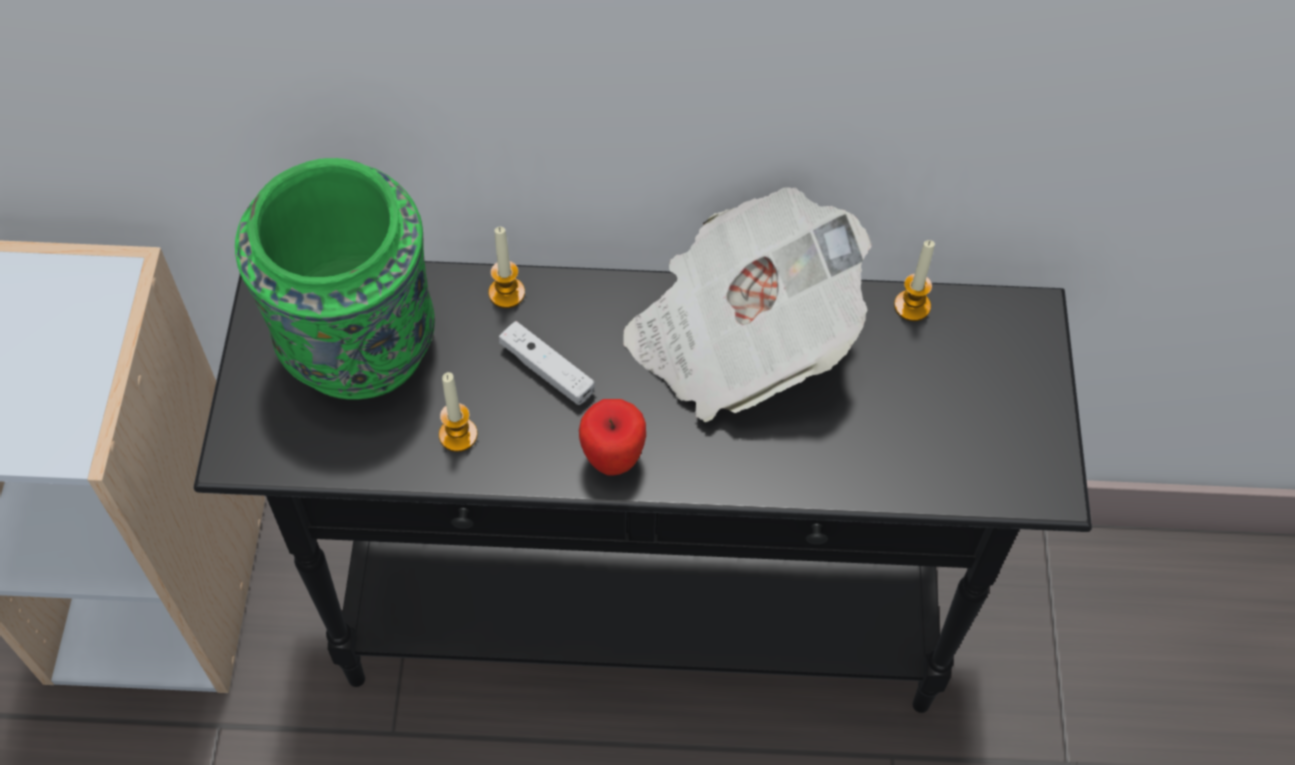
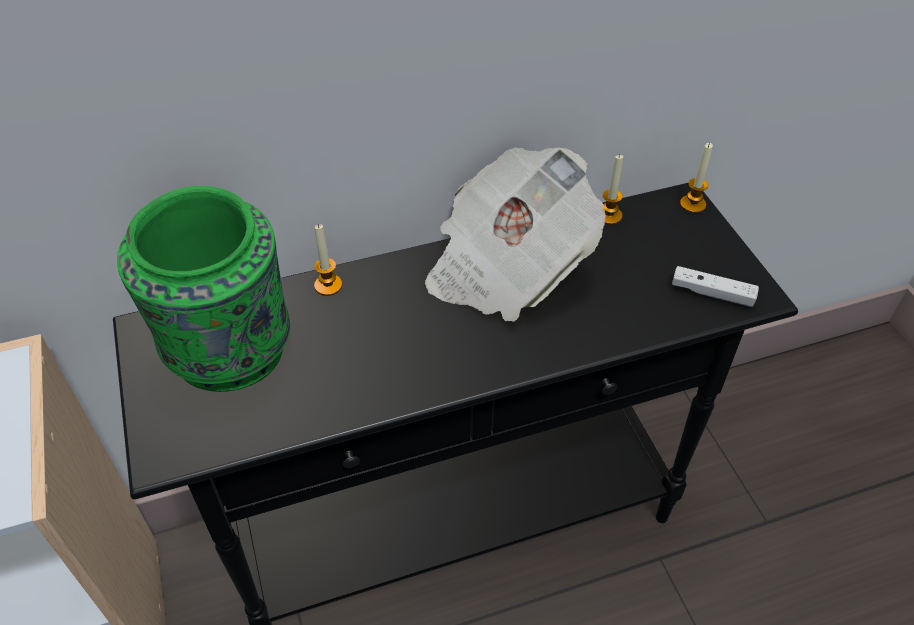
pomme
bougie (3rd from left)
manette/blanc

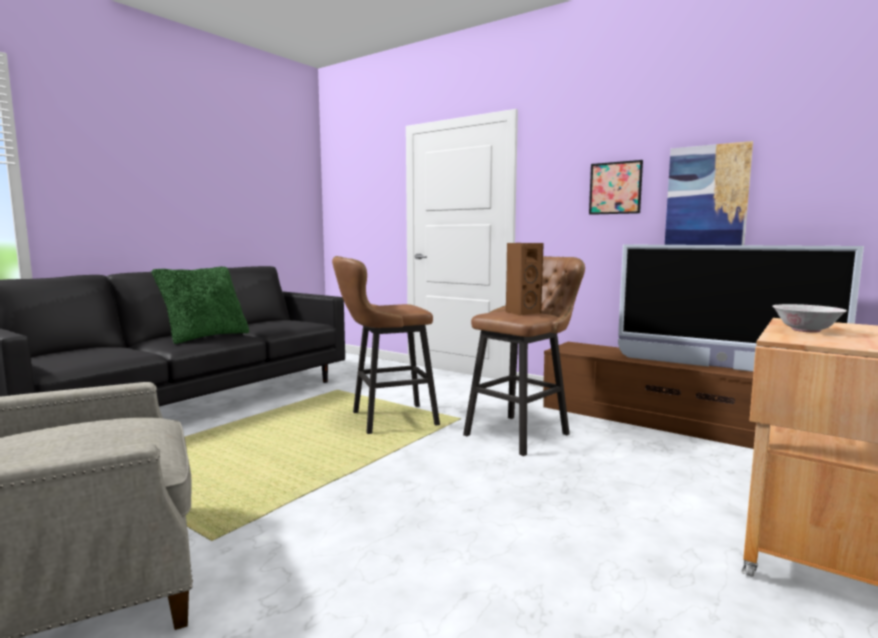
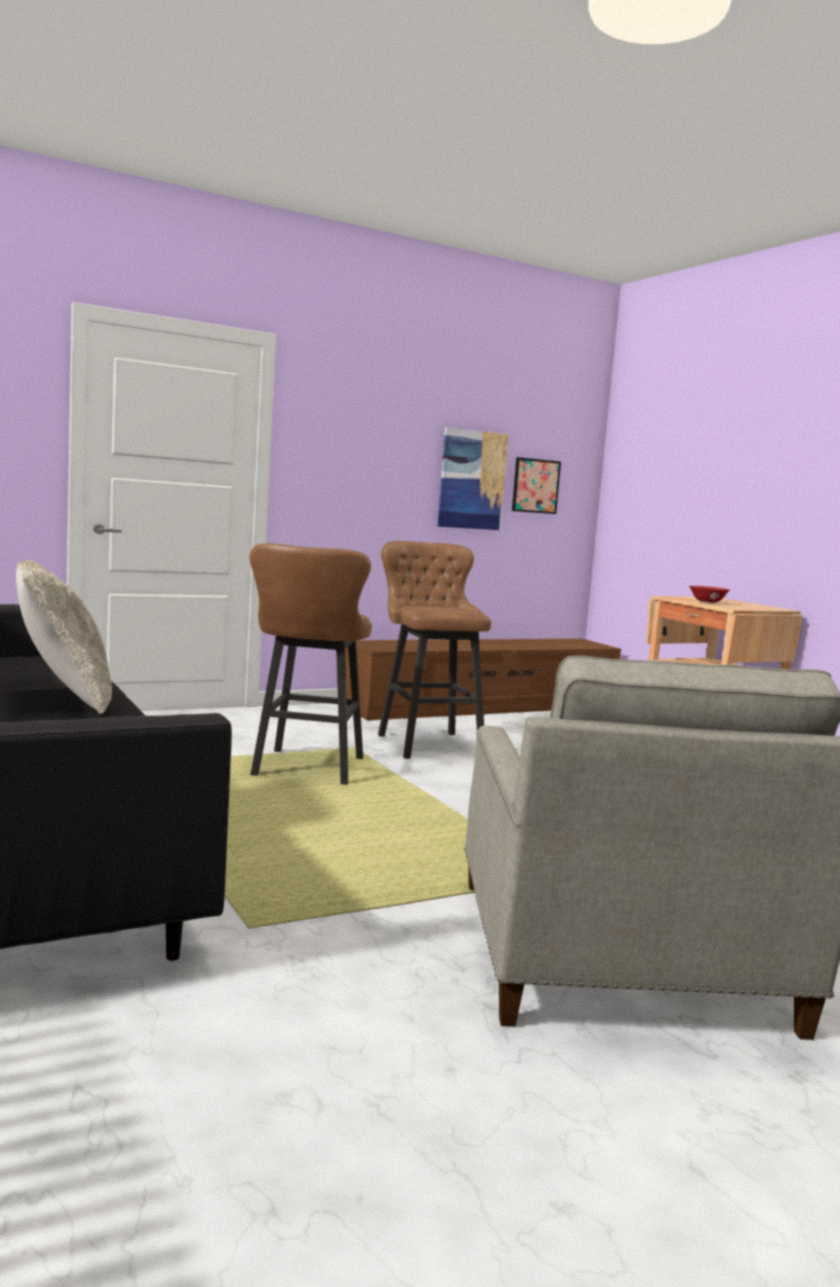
enceinte/marron
téléviseur
tableau (2nd from left)
coussin/beige
bol/rouge

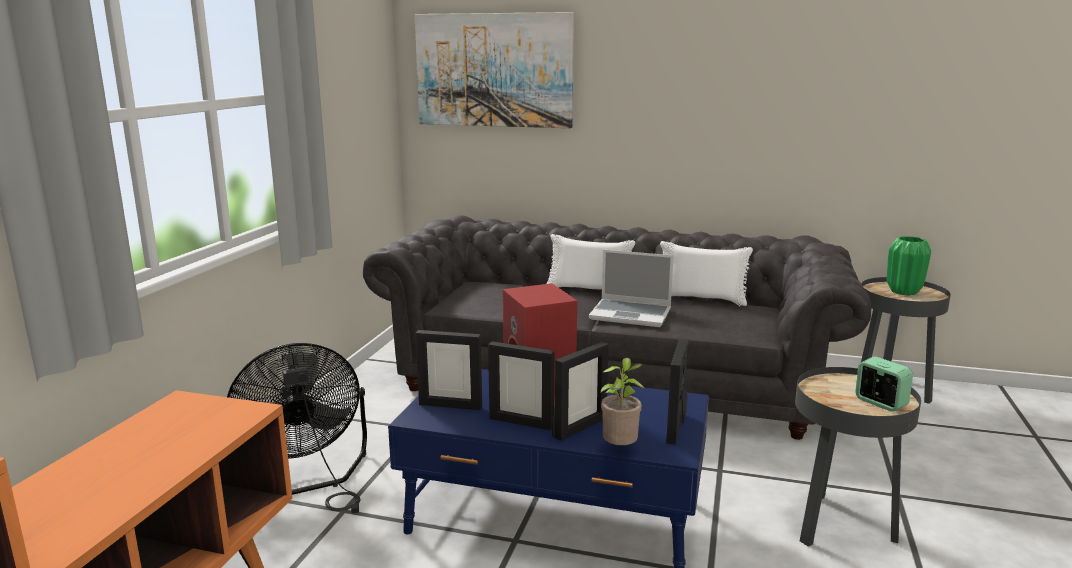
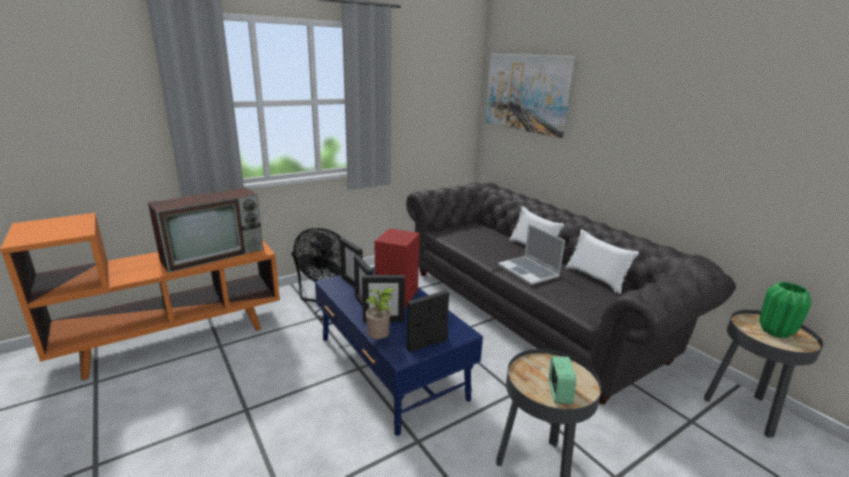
téléviseur

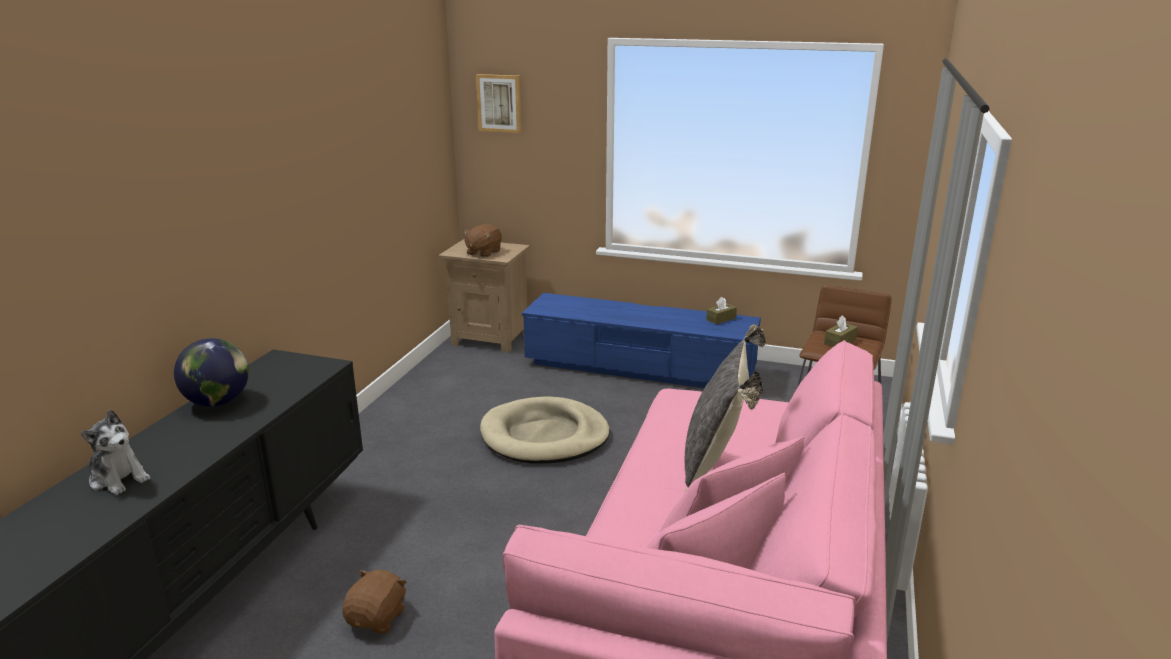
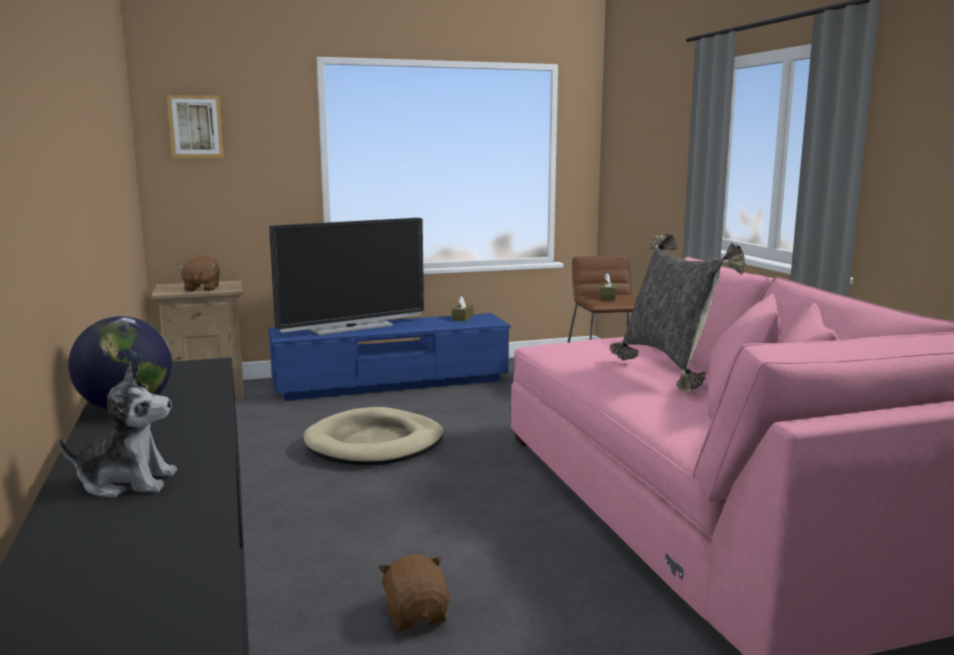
téléviseur

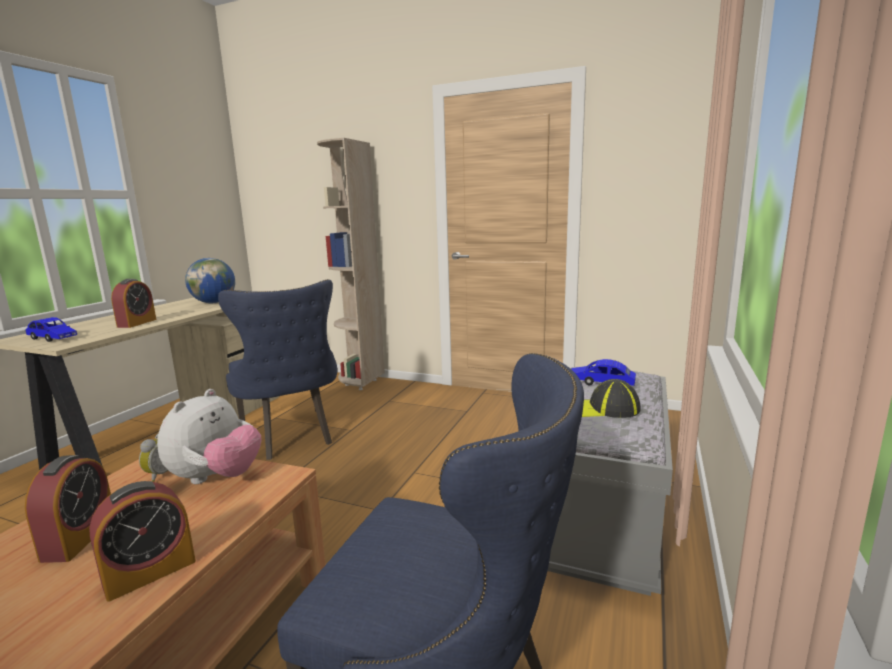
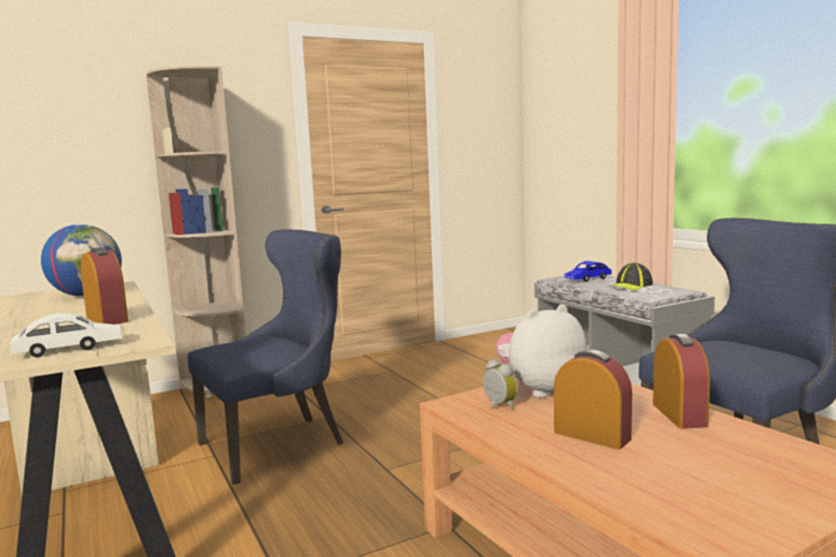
petite voiture/blanc
peluche
chaise/bleu (1st from left)

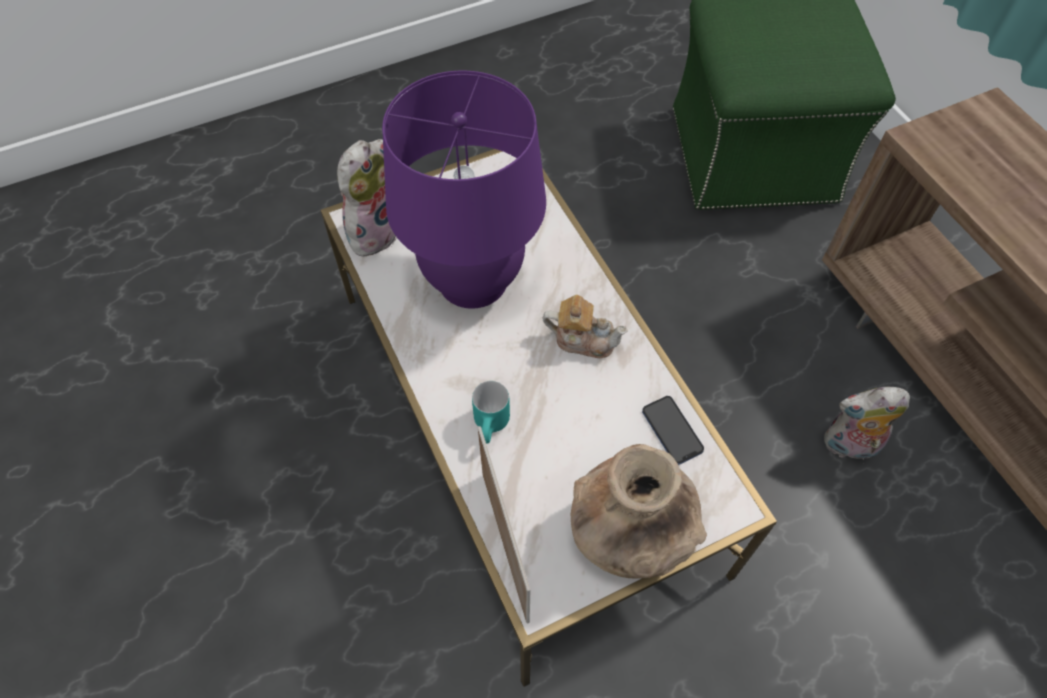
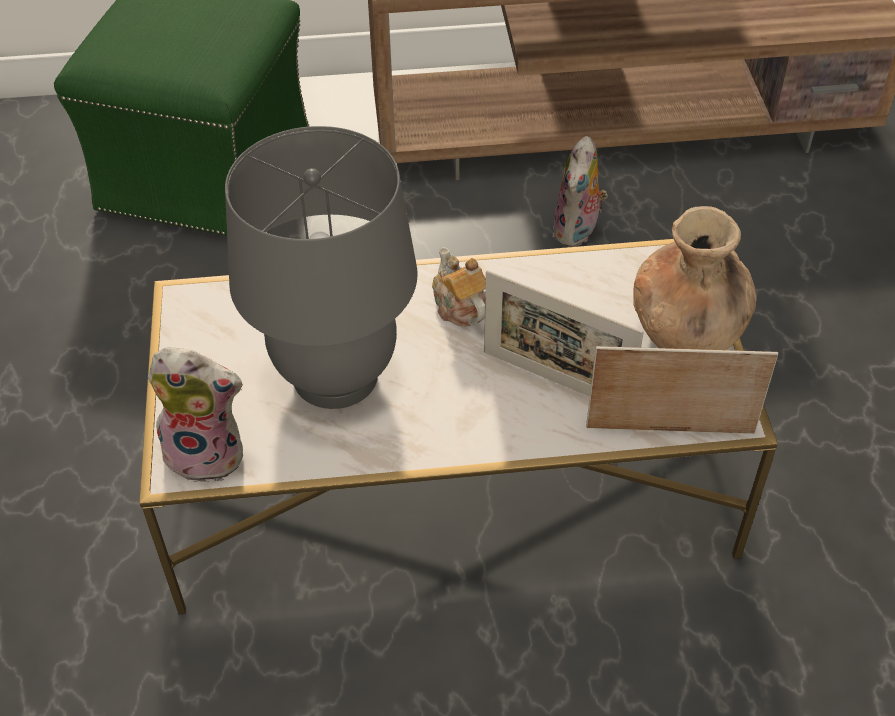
mug/turquoise
téléphone
cadre photo (1st from left)
lampe de table/gris
peluche (1st from left)
théière

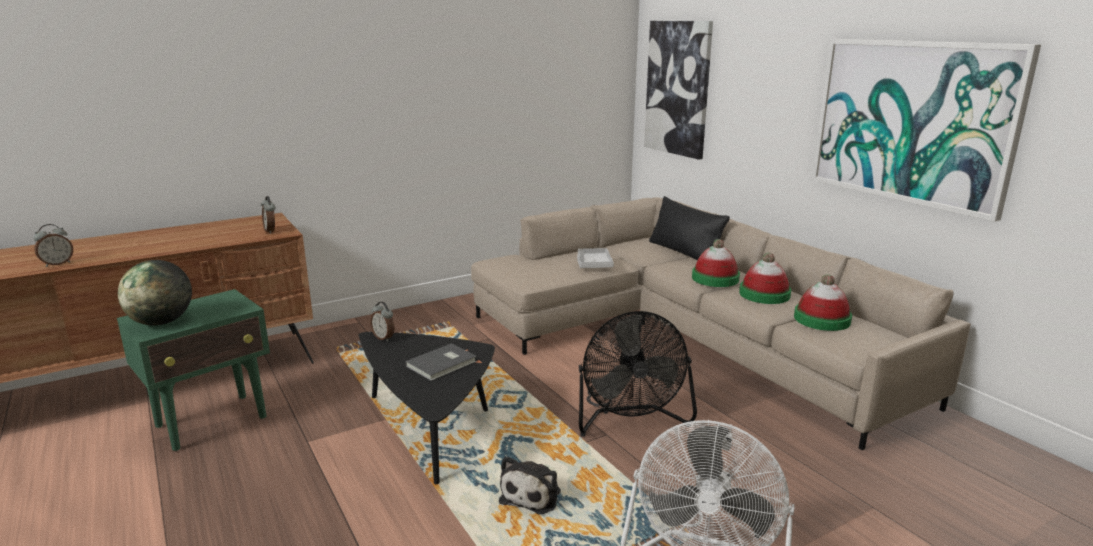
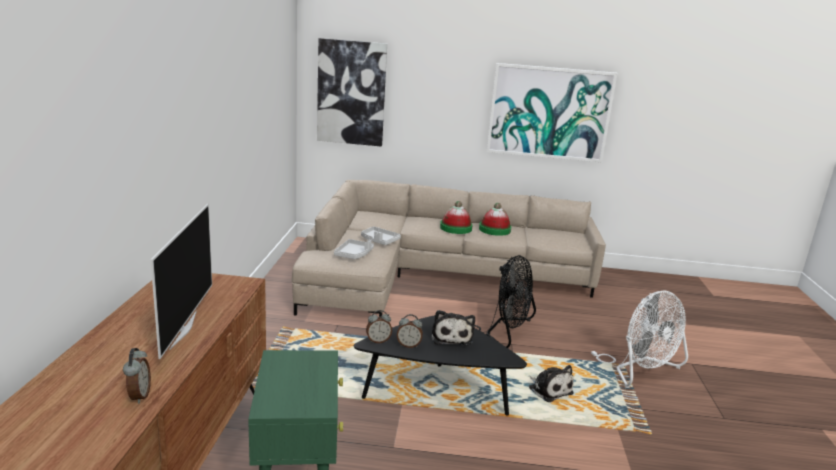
globe
coussin/noir
chapeau (3rd from left in the first image)
téléviseur
plateau/gris (1st from left)
réveil (3rd from left)
peluche (1st from left)

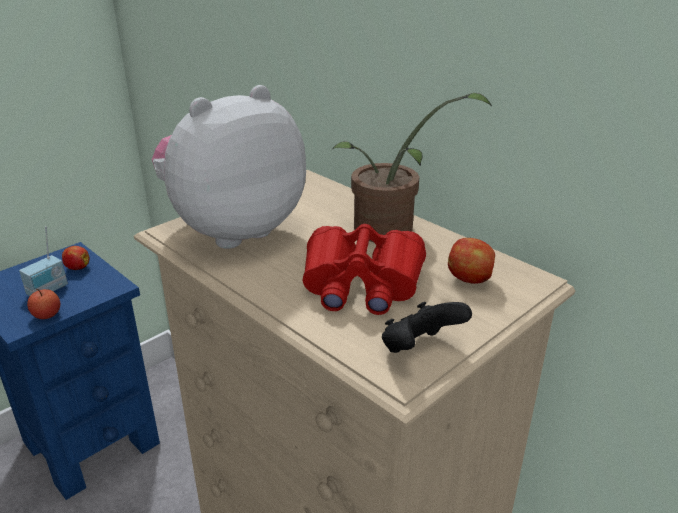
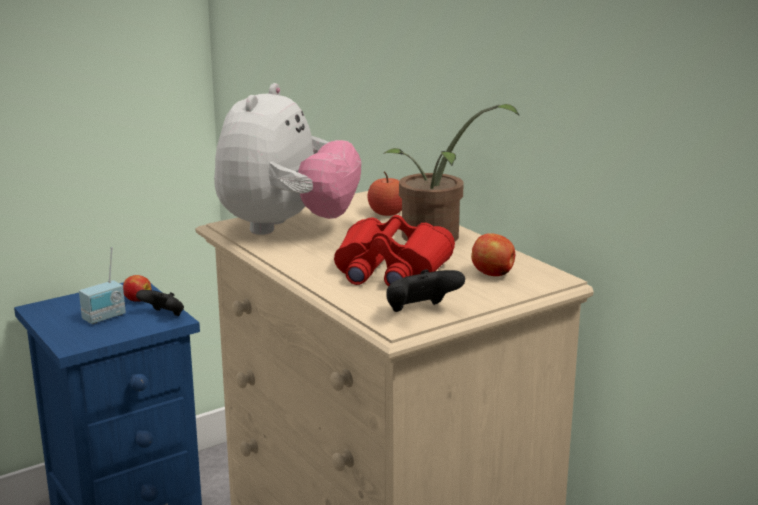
manette/noir (1st from left)
pomme (2nd from left)
peluche

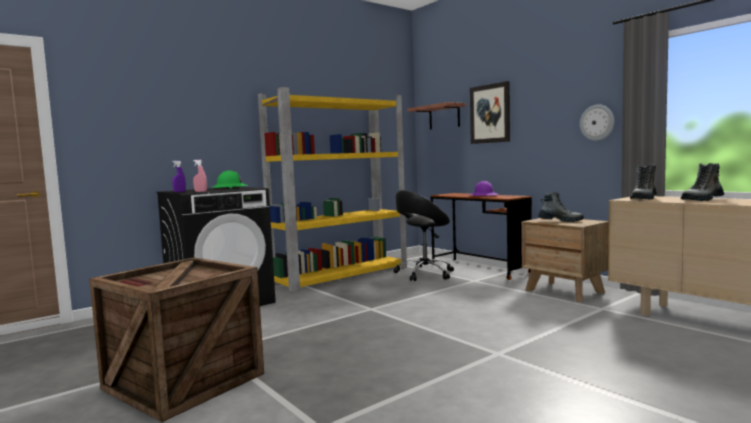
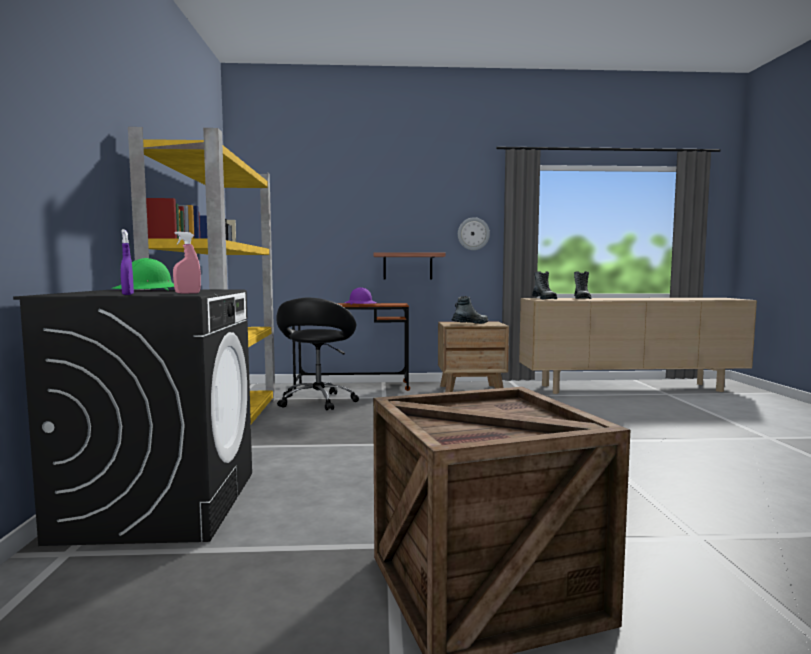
tableau
étagère

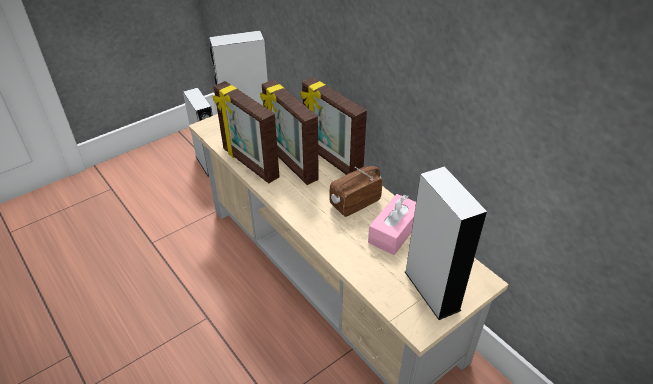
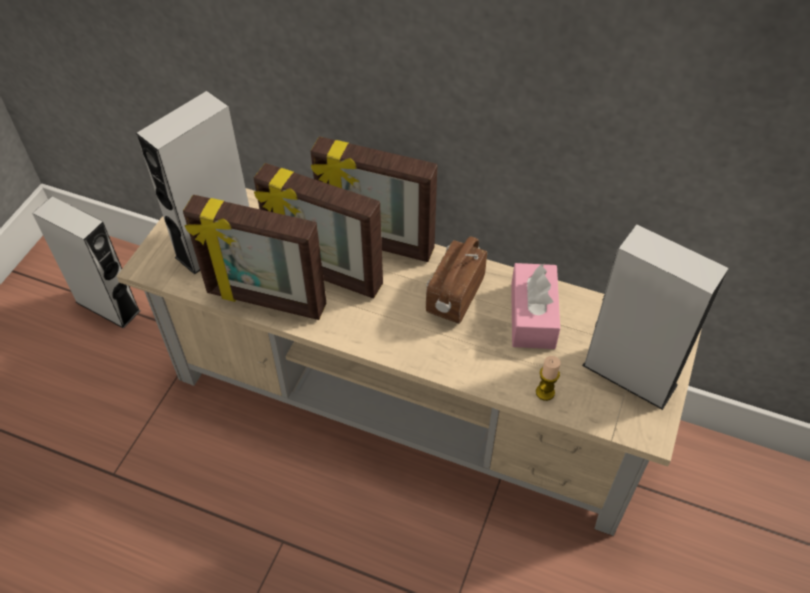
bougie

